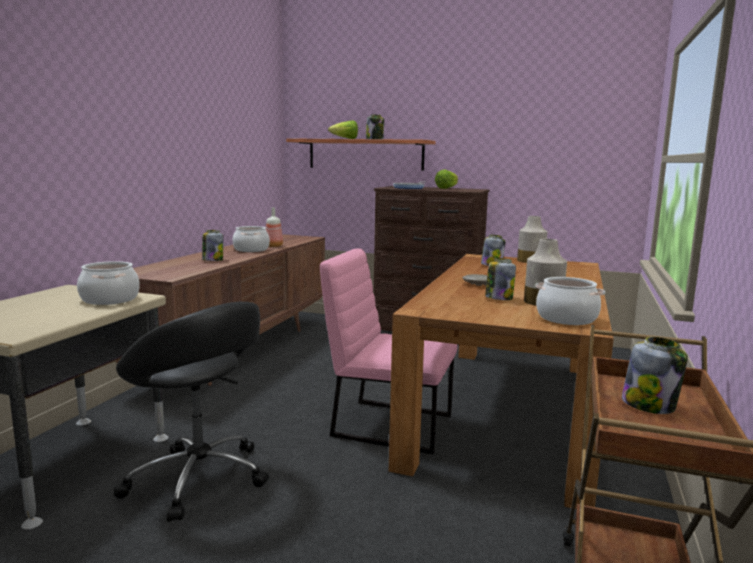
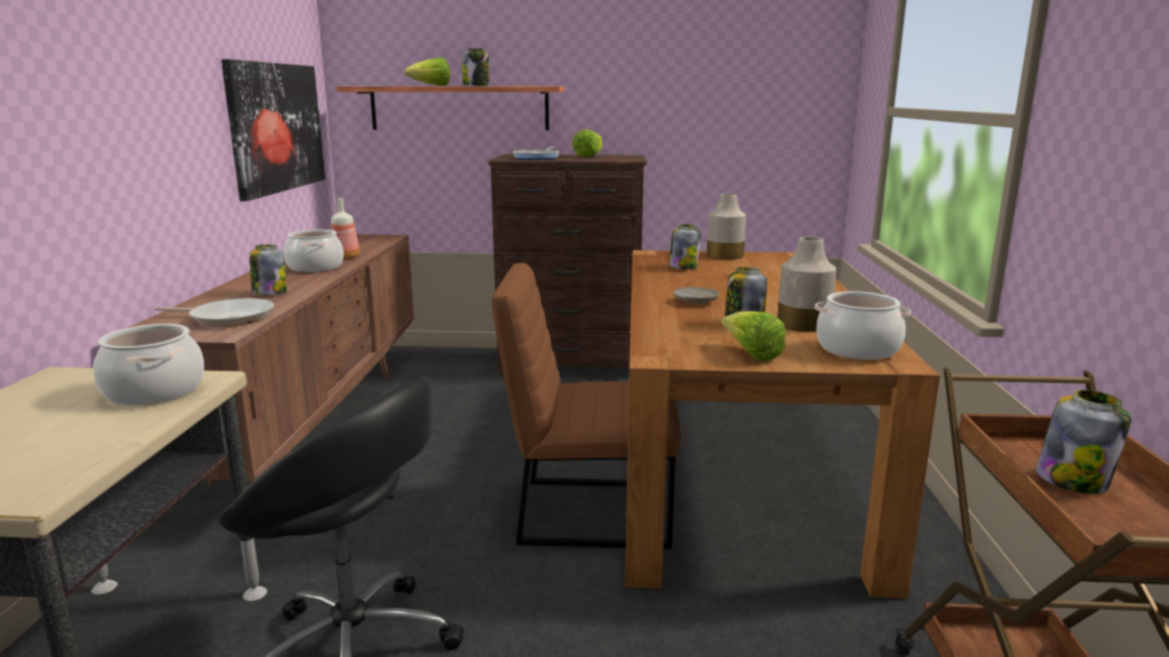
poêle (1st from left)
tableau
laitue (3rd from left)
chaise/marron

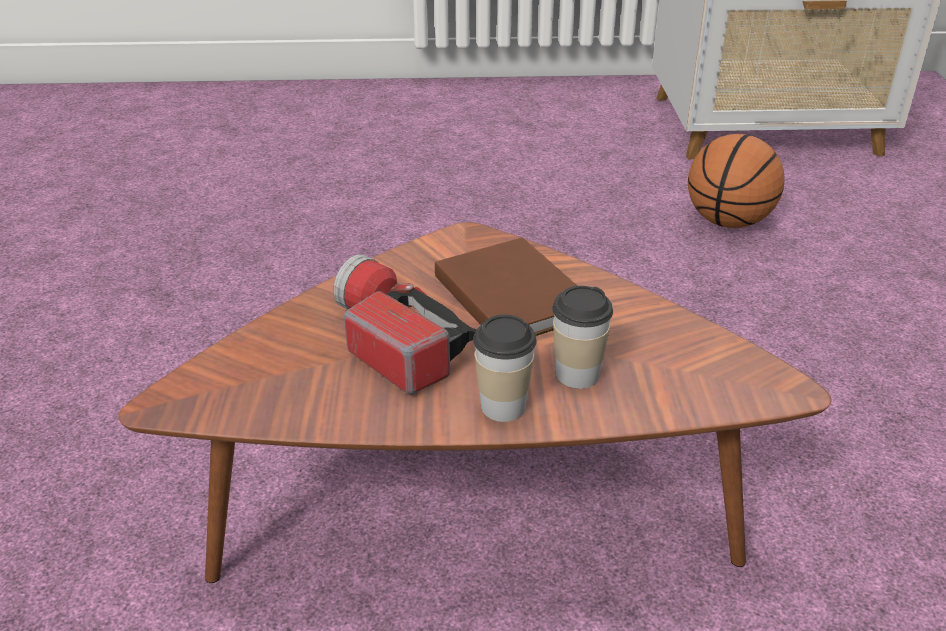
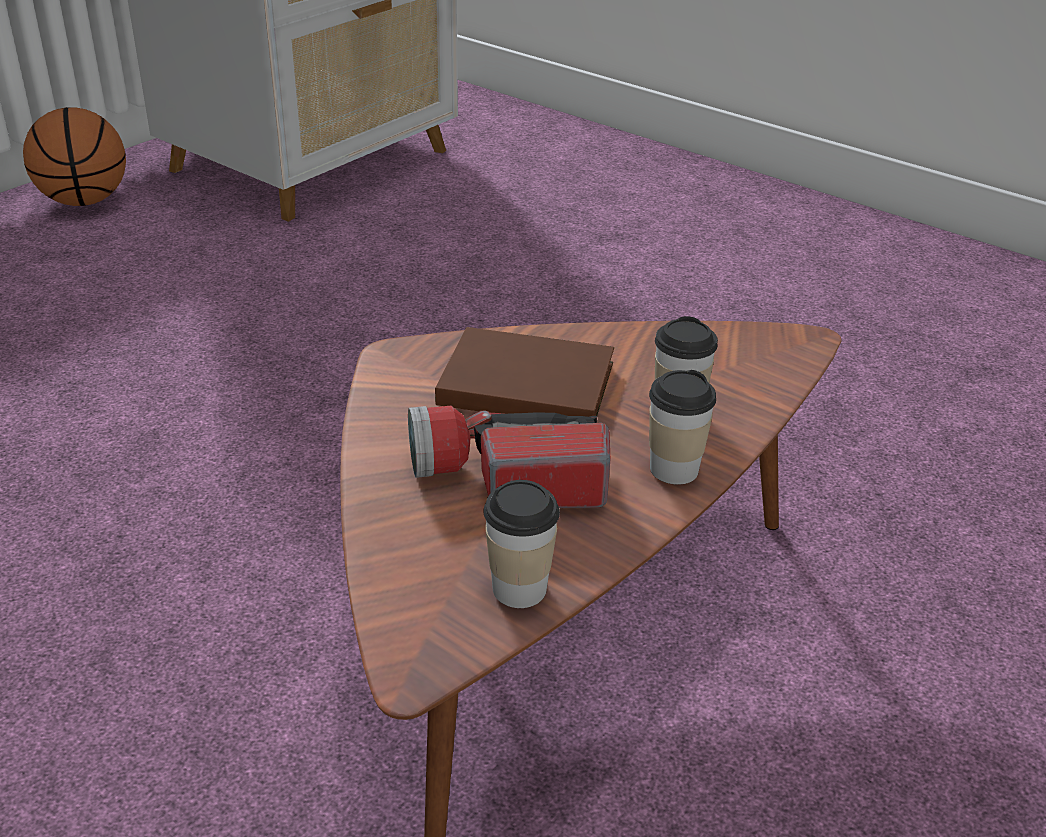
tasse (1st from left)
ballon de basket

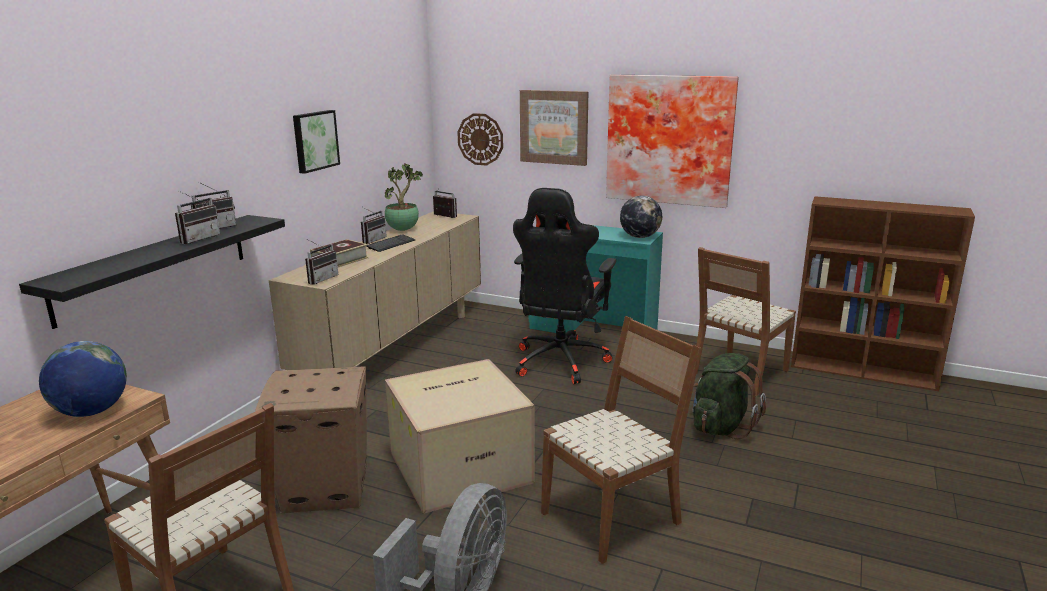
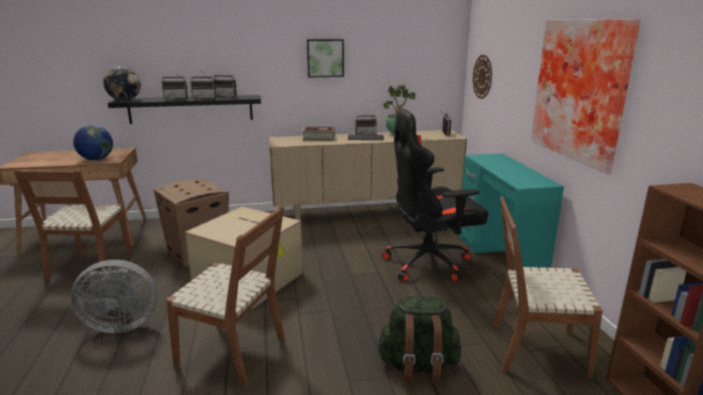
tableau (2nd from left in the first image)
radio (1st from left)
globe (2nd from left)

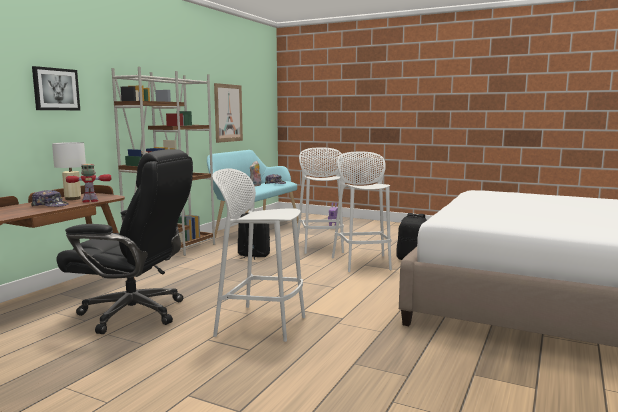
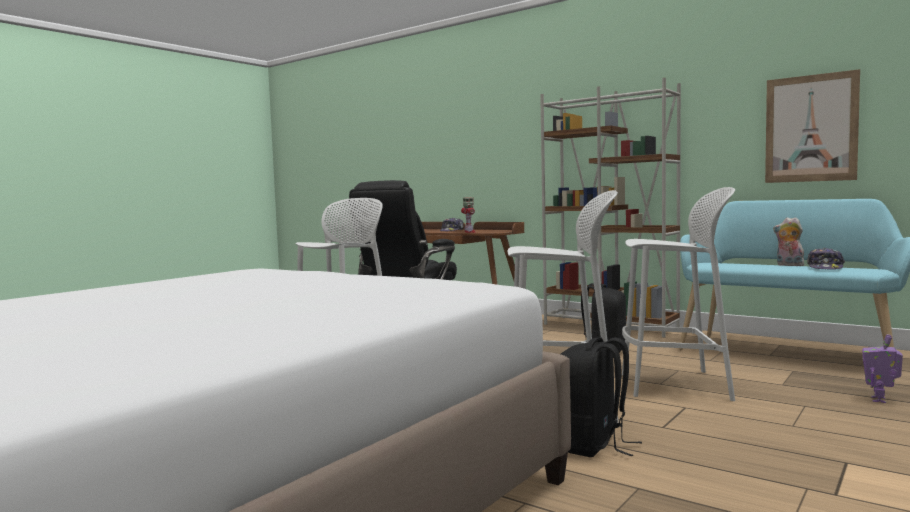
tableau (1st from left in the first image)
lampe de table/blanc

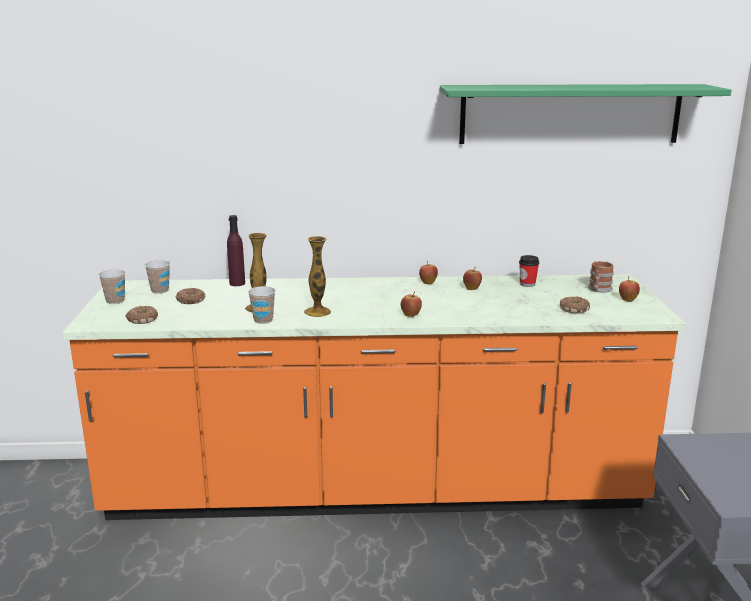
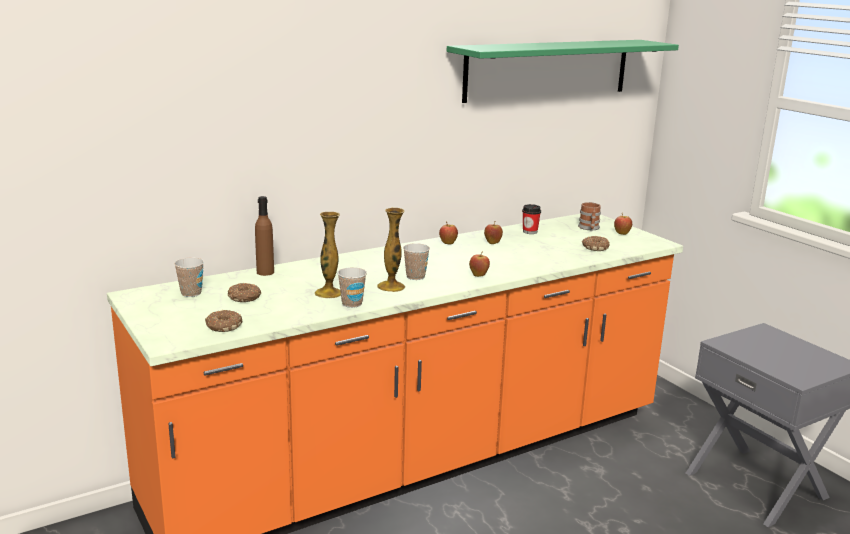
tasse (3rd from left)
bouteille/marron

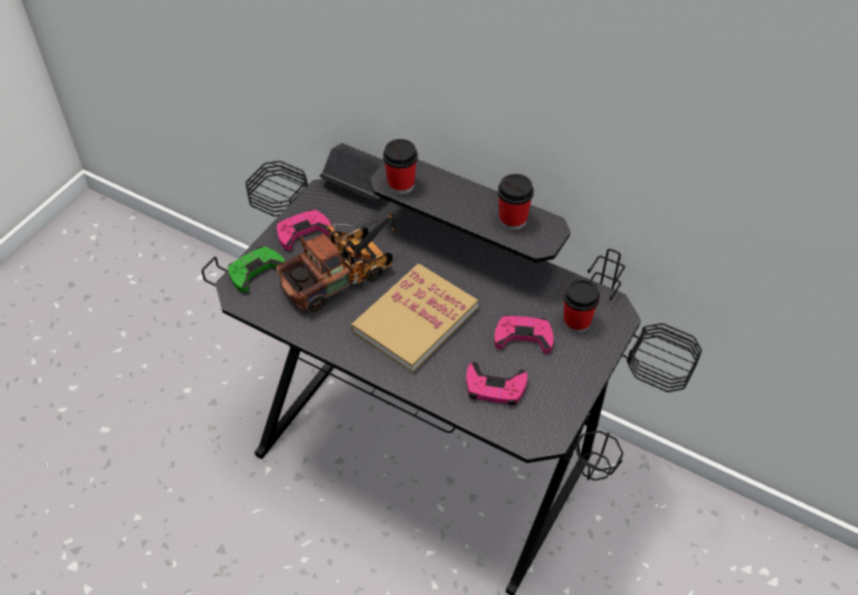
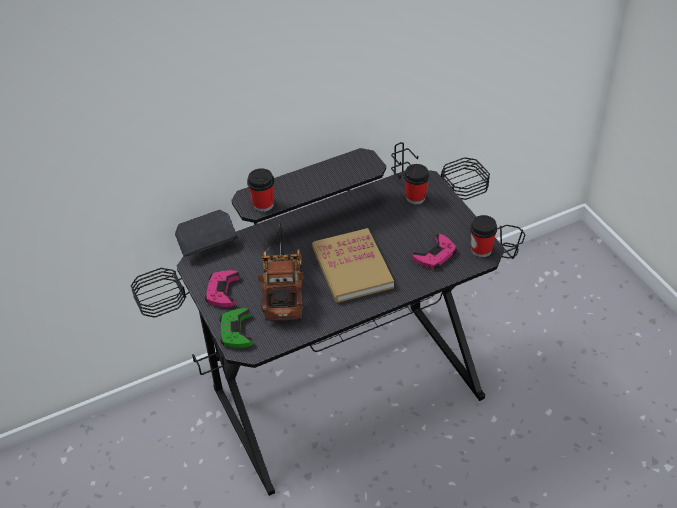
manette/rose (3rd from left in the first image)
tasse (3rd from left)

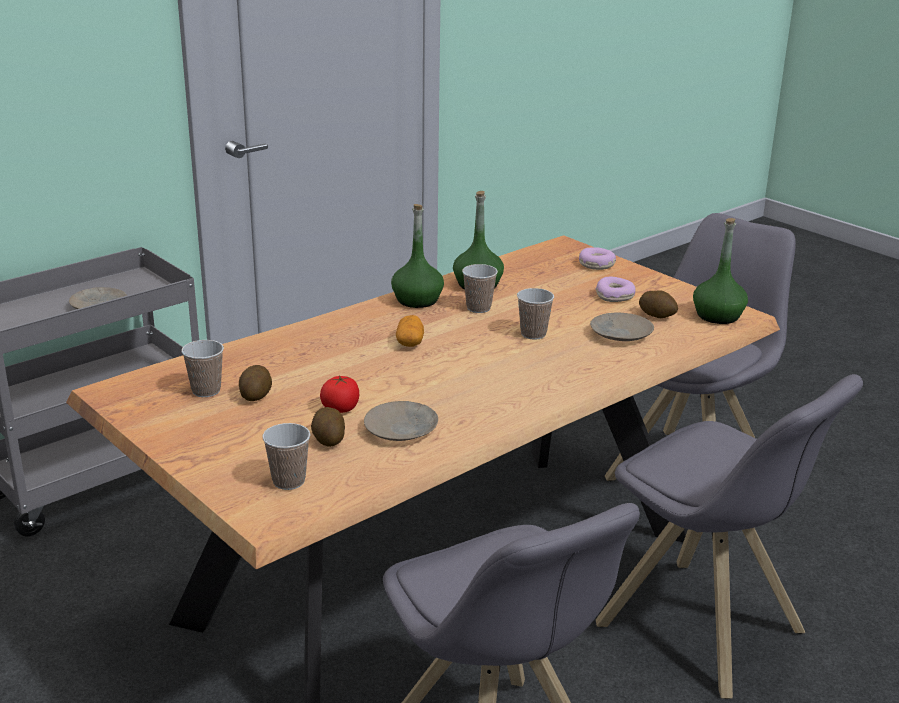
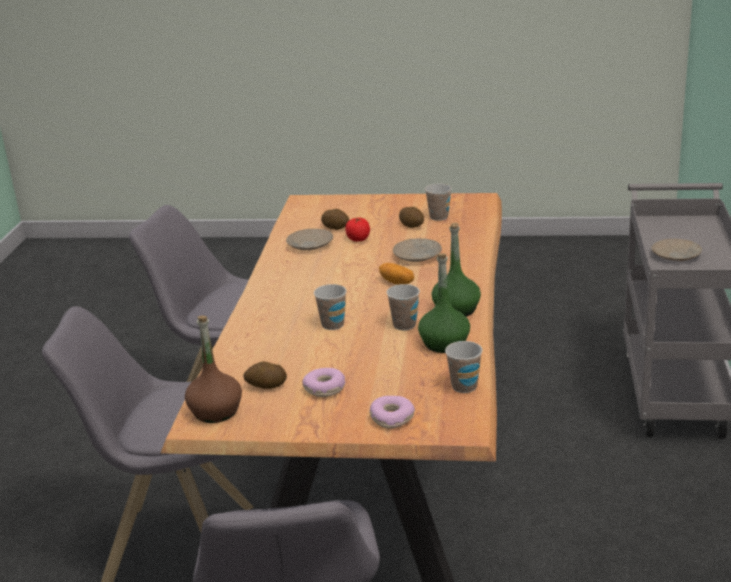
tasse (4th from left)
assiette/beige (2nd from left)
bouteille/marron

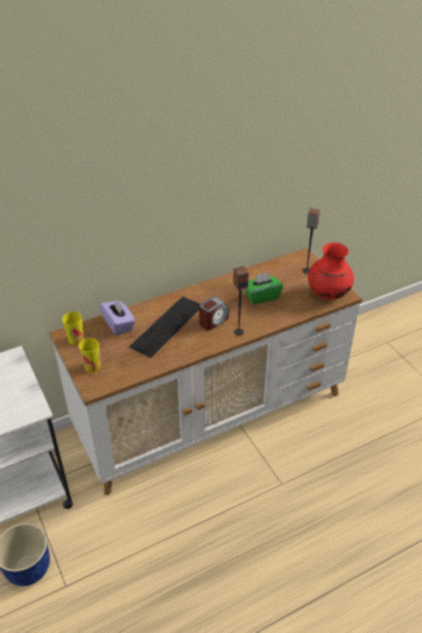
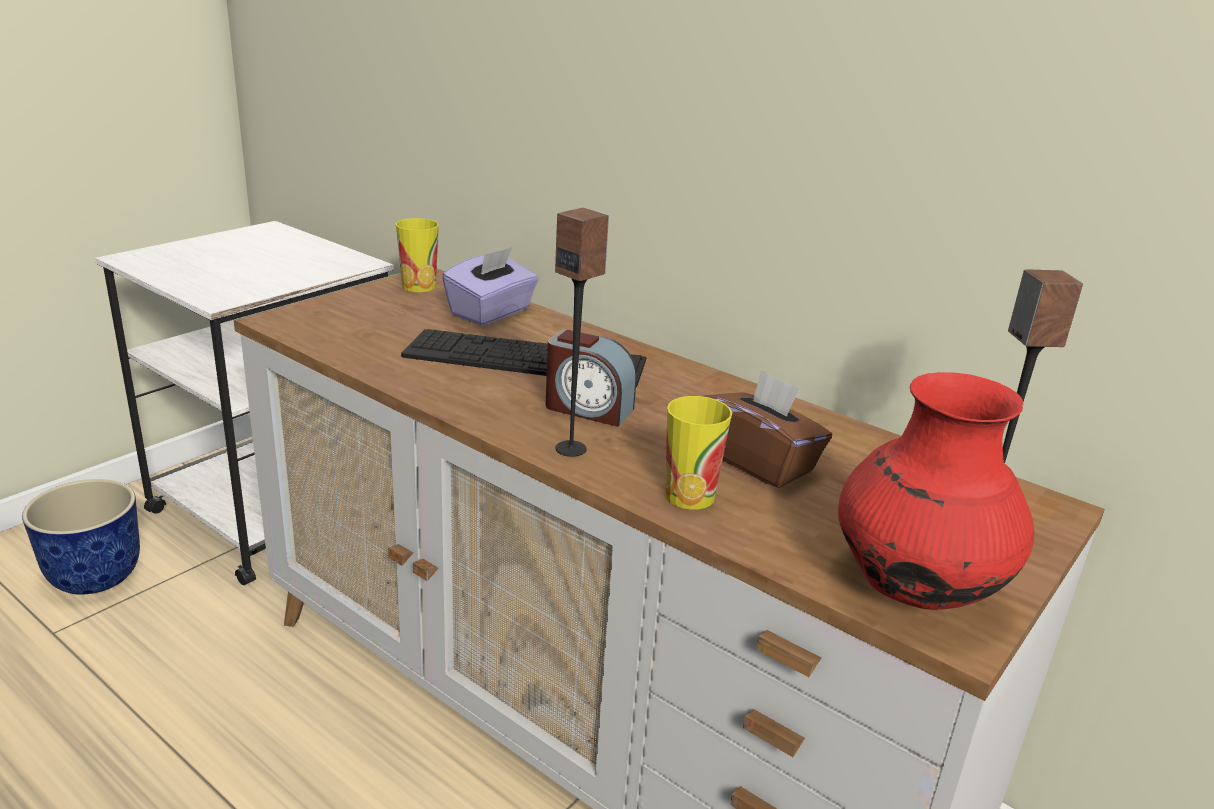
tasse (2nd from left)
boîte à mouchoirs/marron

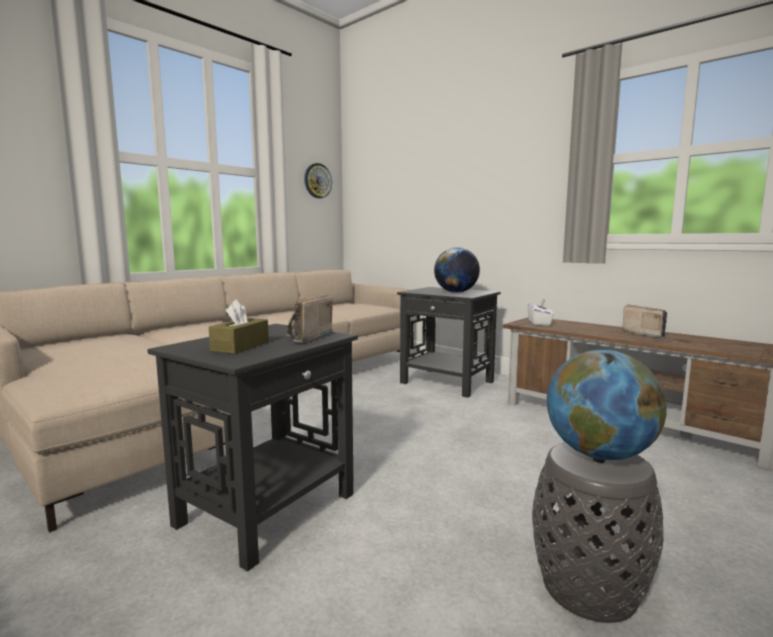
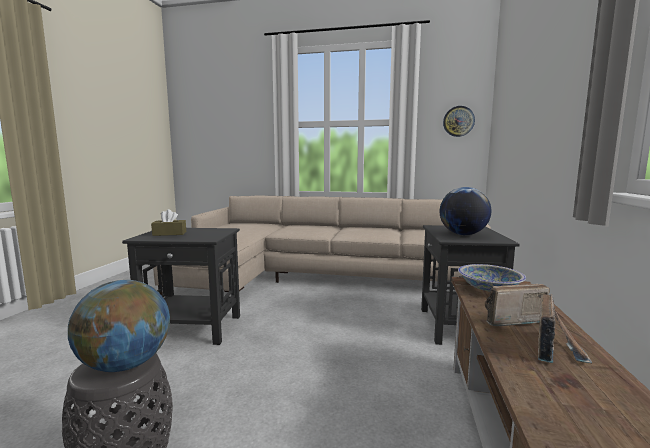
radio (1st from left)
bol

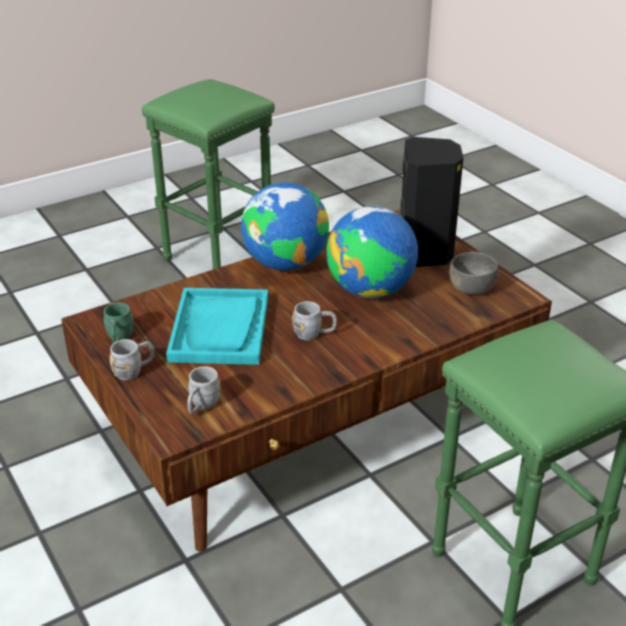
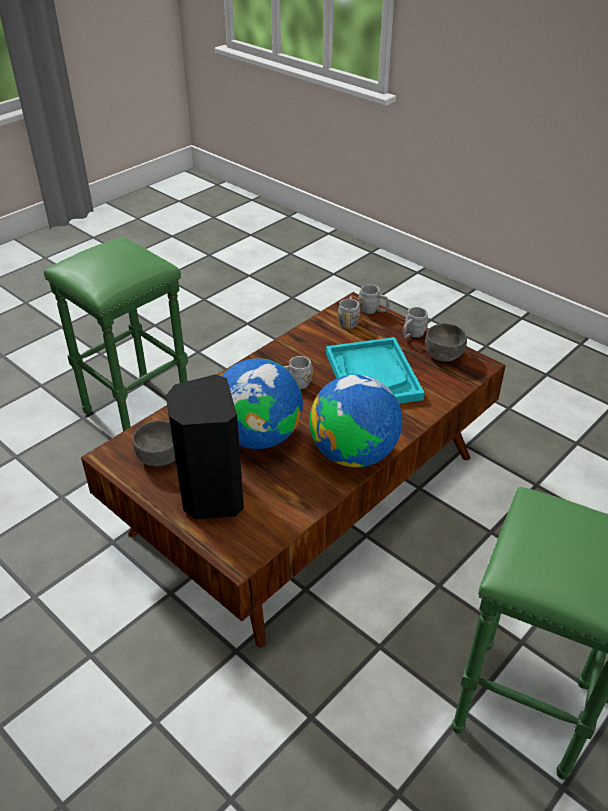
mug/gris (3rd from left)
bol/gris (2nd from left)

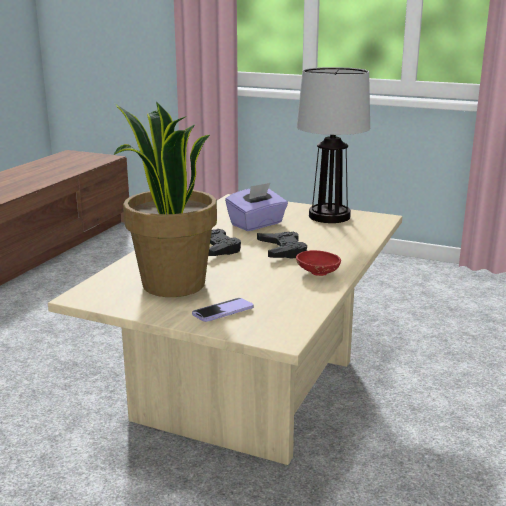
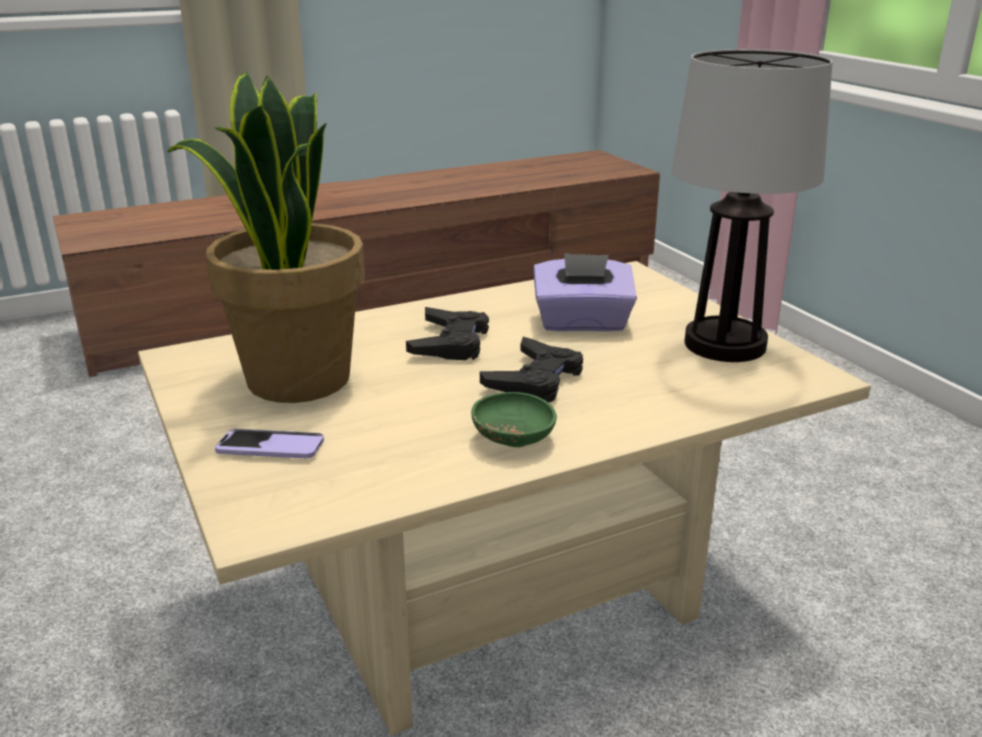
bol/vert

